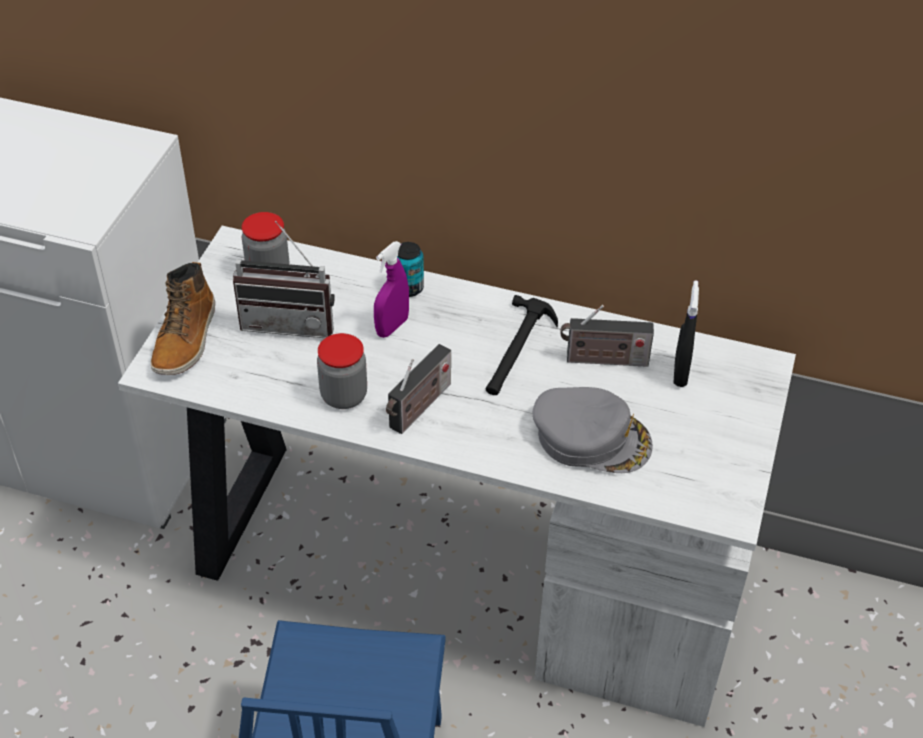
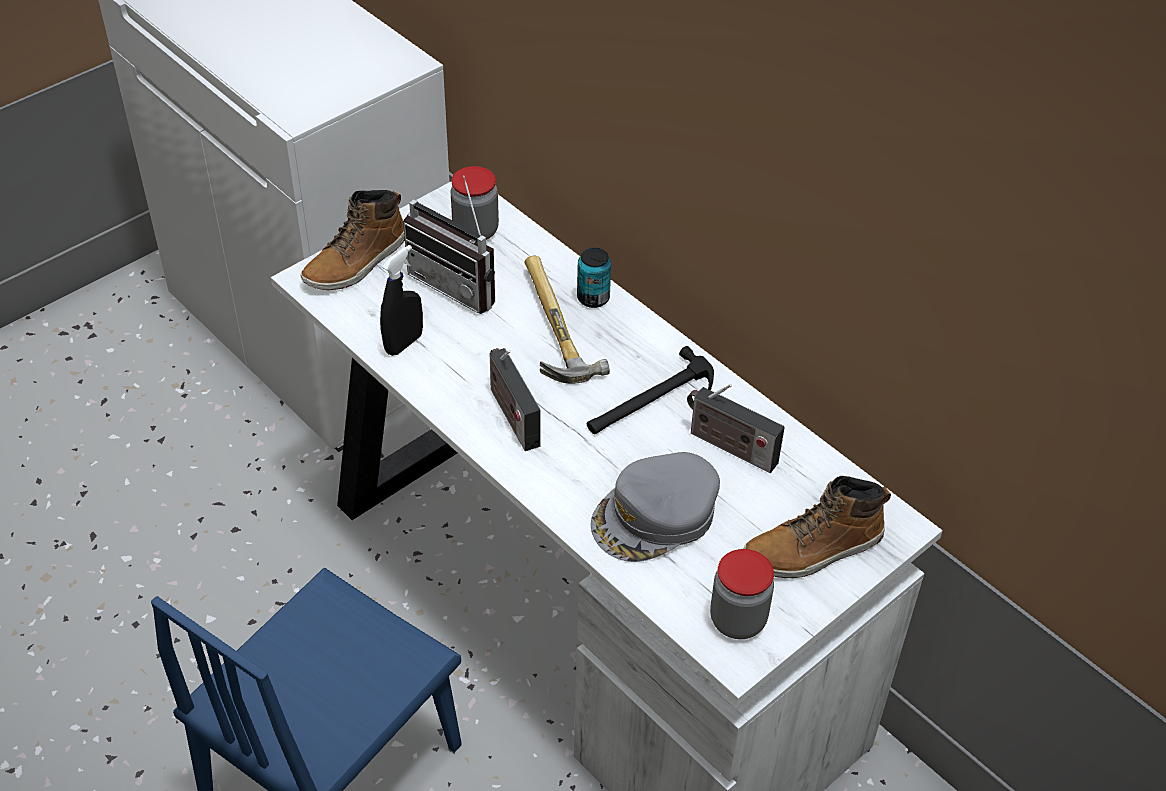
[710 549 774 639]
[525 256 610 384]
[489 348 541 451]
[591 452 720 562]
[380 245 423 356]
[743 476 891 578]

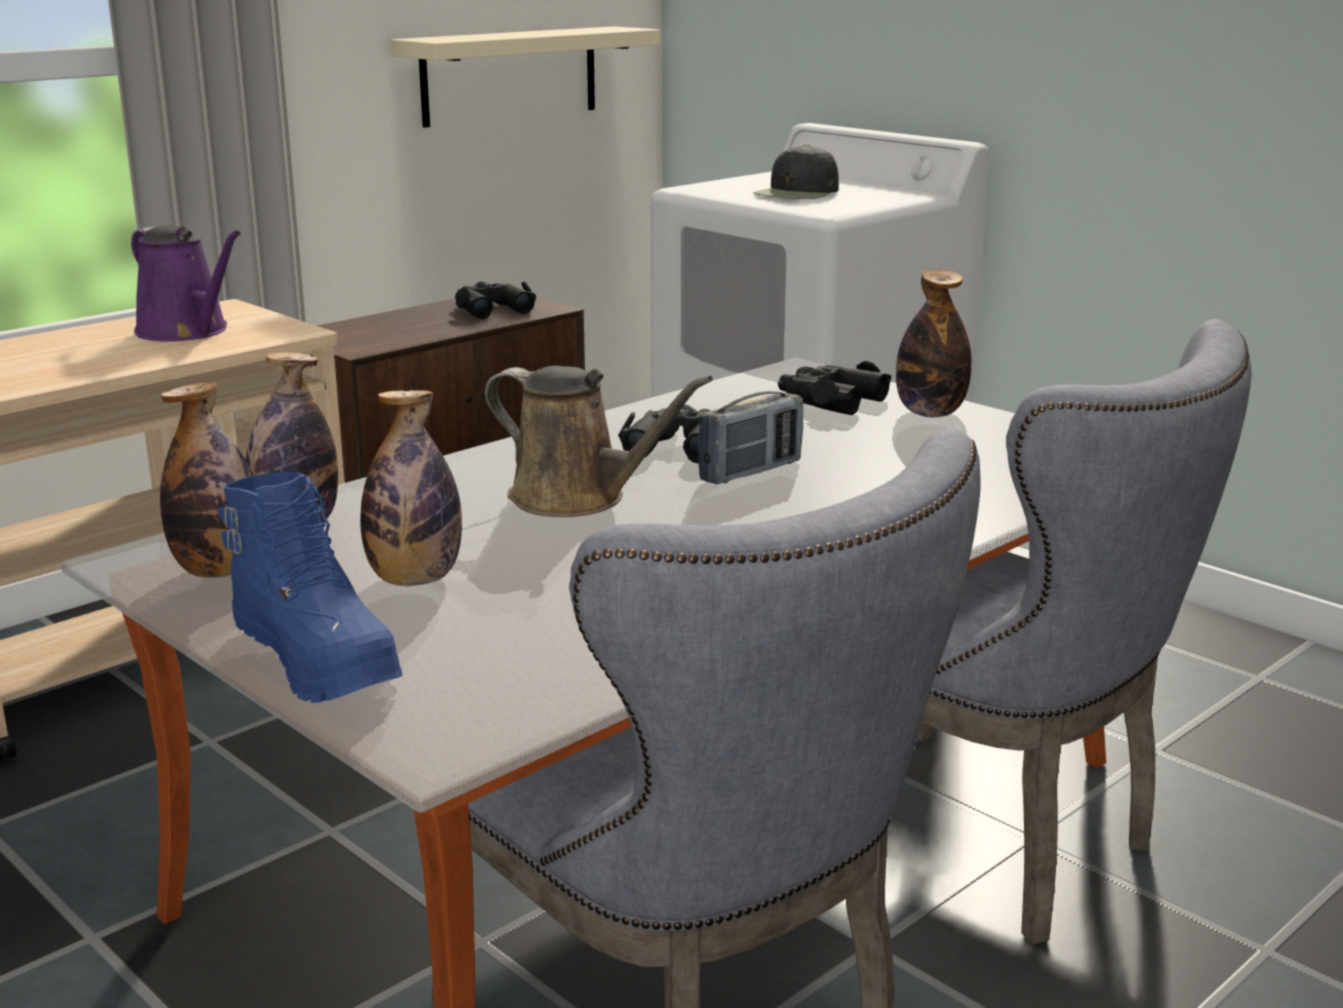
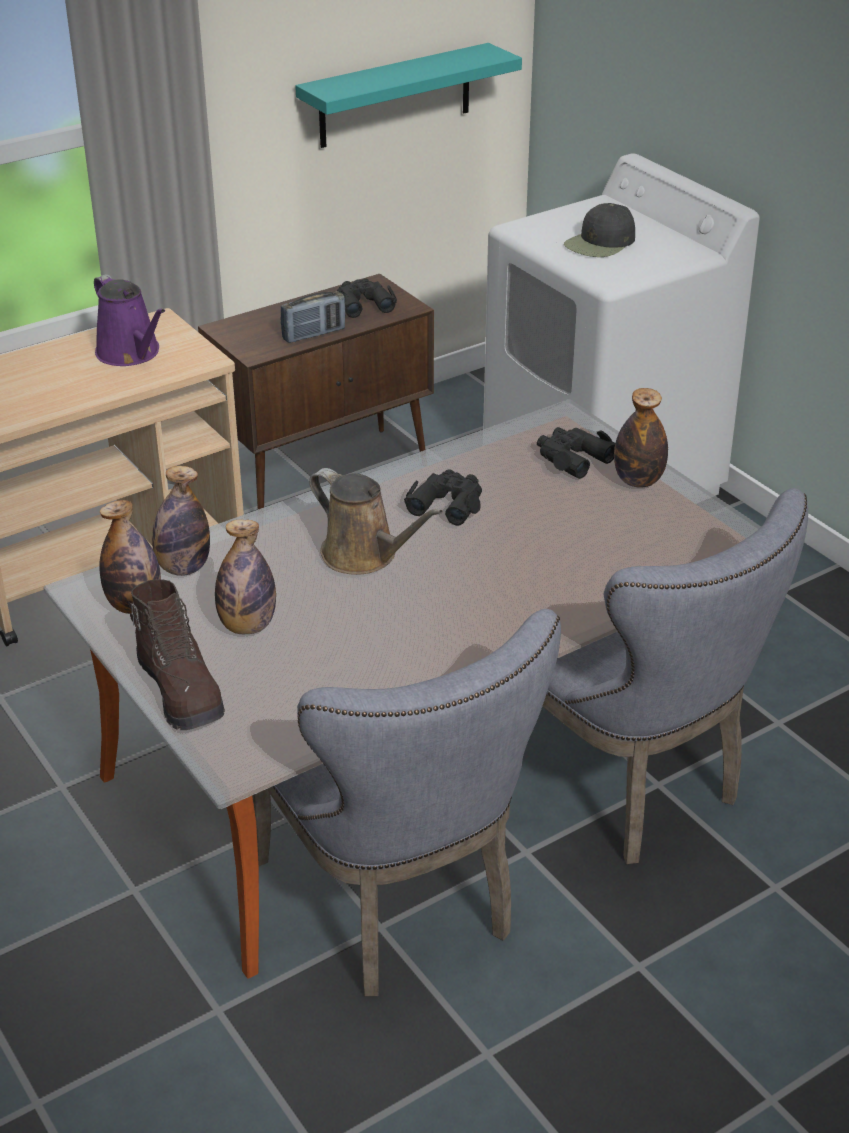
[128 579 225 730]
[295 43 522 148]
[281 291 345 343]

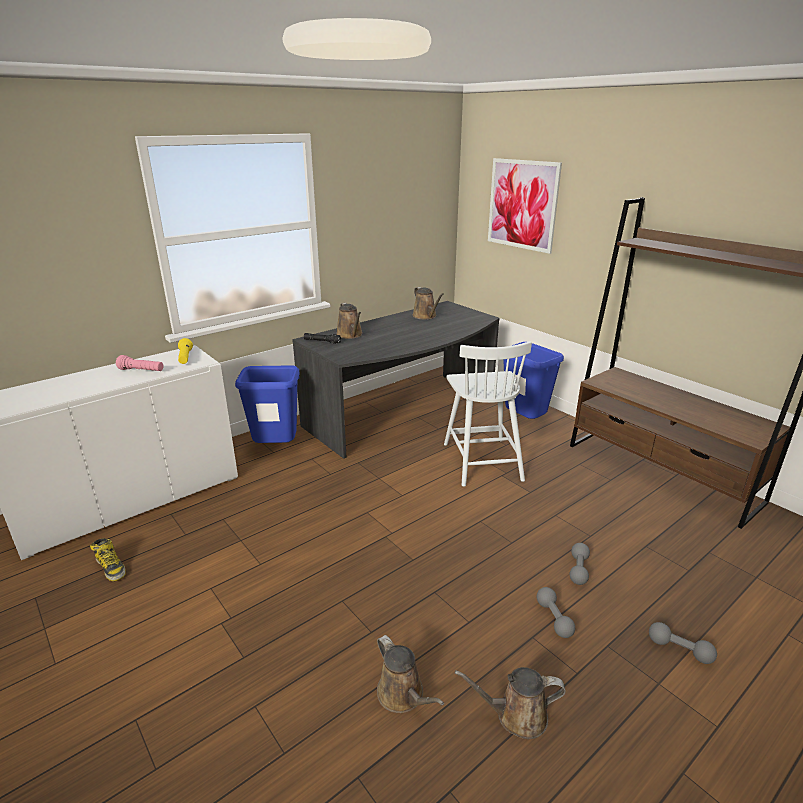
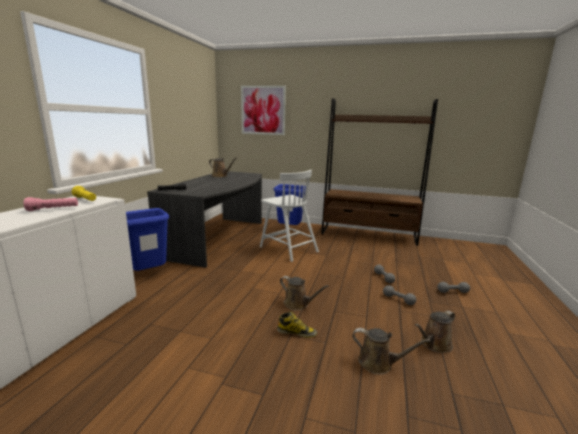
[277 311 317 338]
[280 276 329 310]

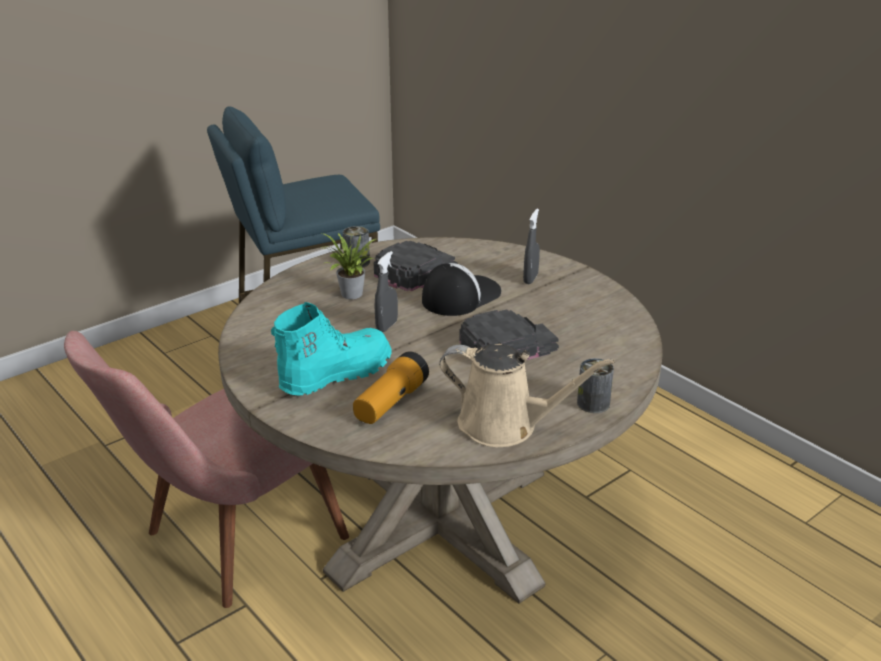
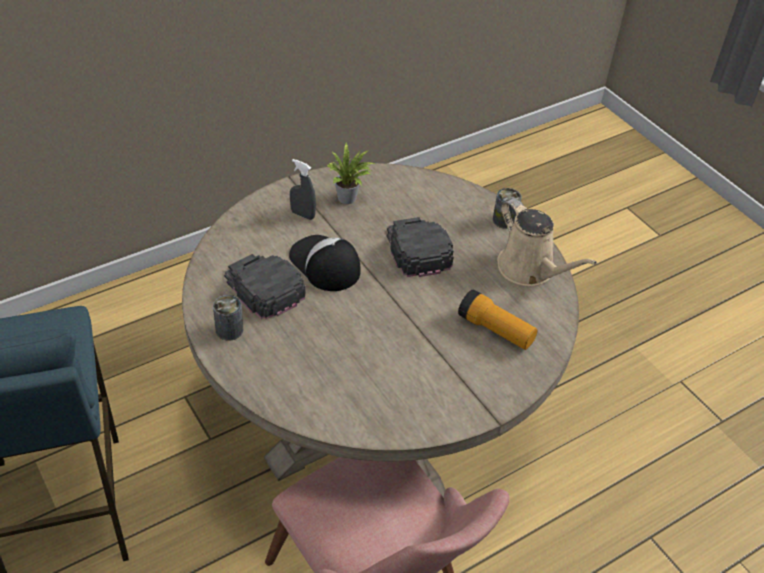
[271 302 391 396] (first image)
[327 143 376 204]
[374 251 398 332] (first image)
[497 198 597 286]

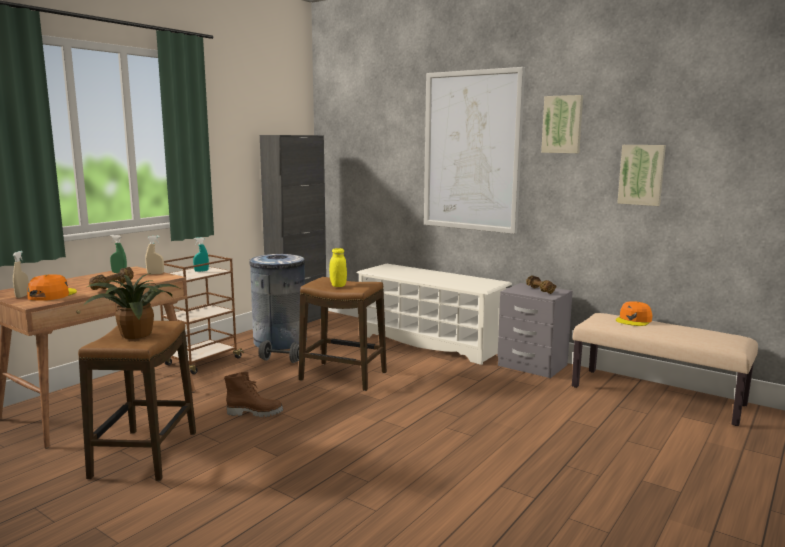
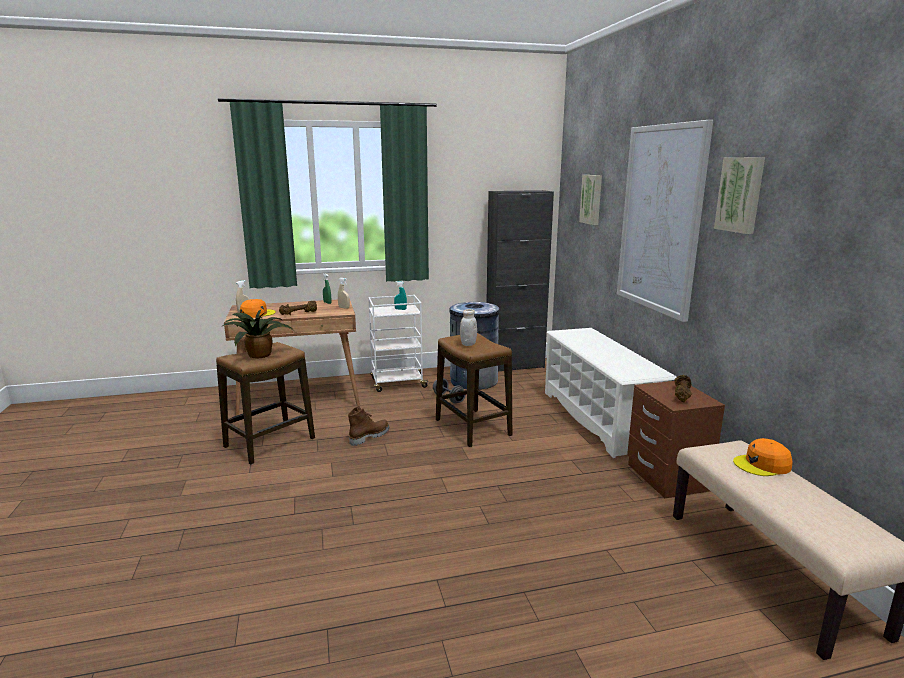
[368 295 430 392]
[348 406 389 446]
[460 309 477 346]
[627 381 725 498]
[579 175 602 225]

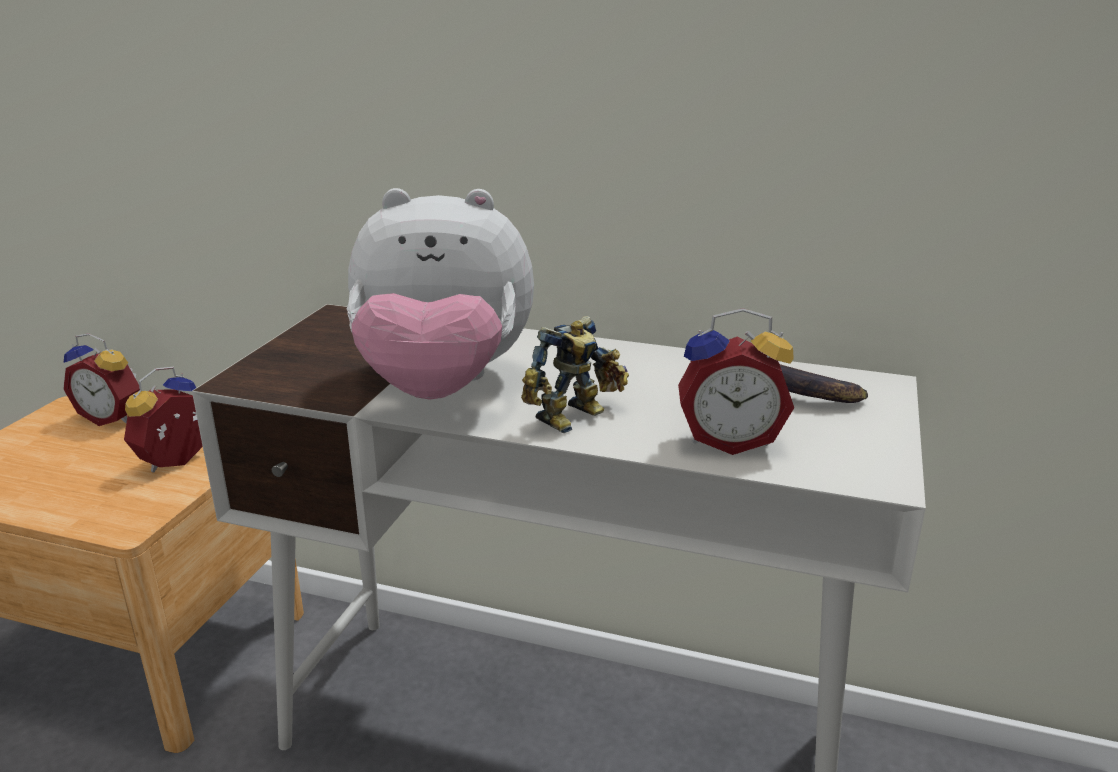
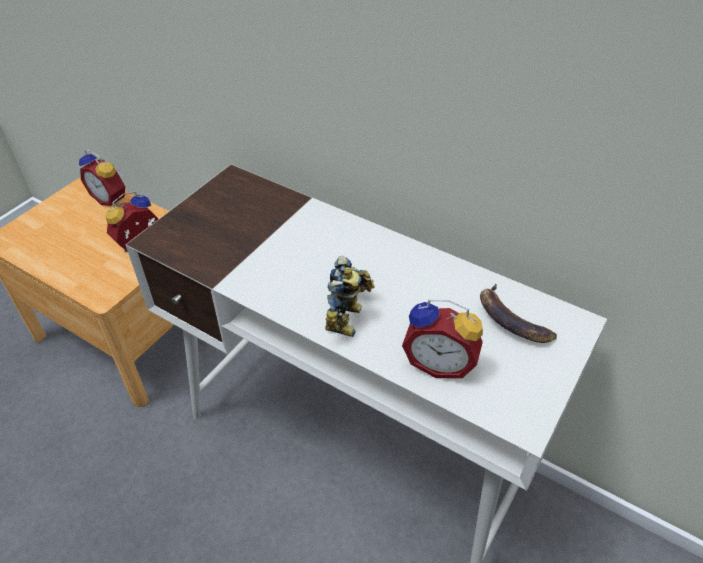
[347 188 534 400] (first image)
[325 256 375 337]

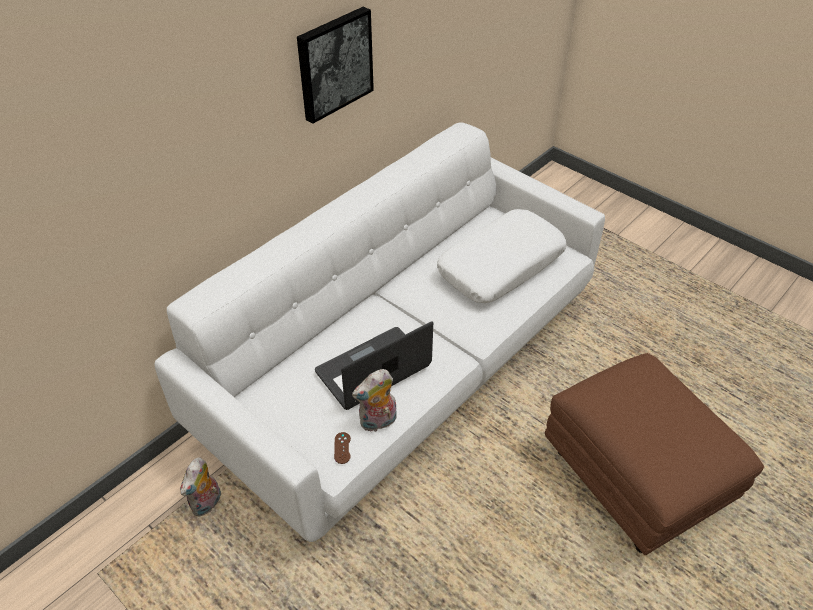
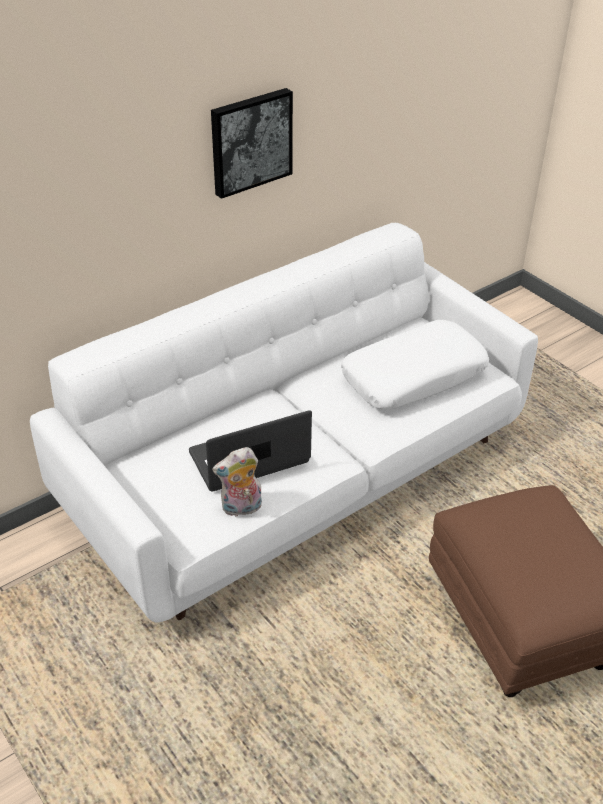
[180 458 221 516] (first image)
[334 432 351 464] (first image)

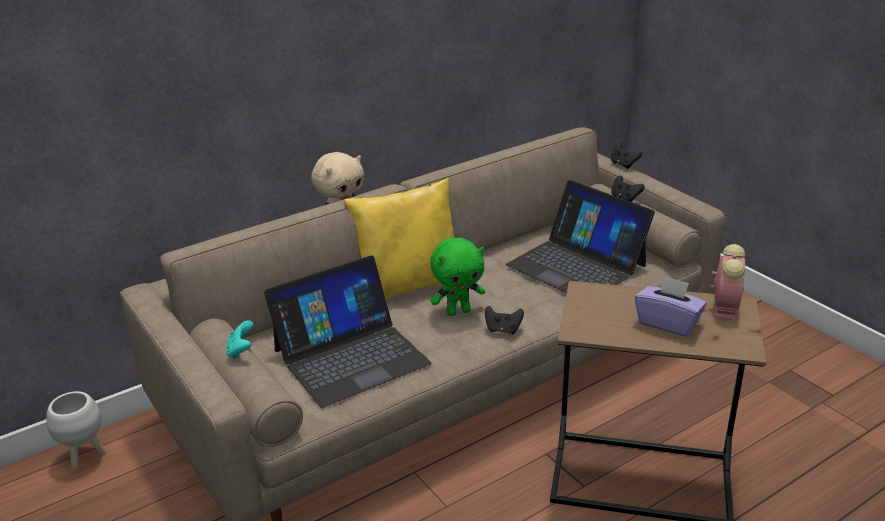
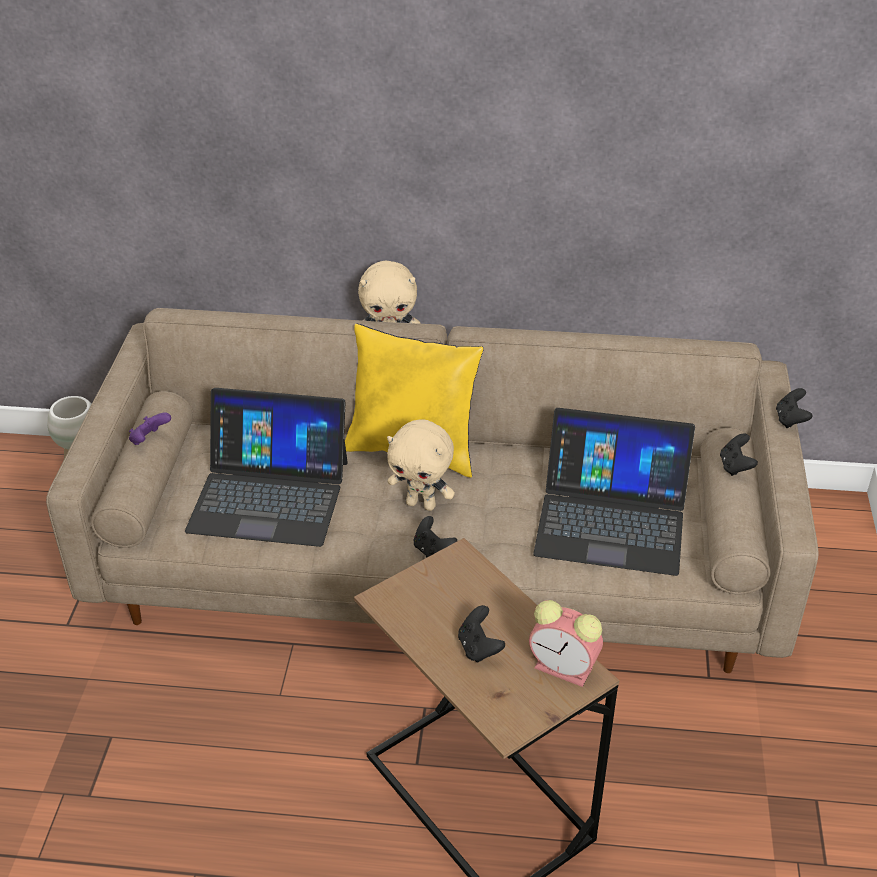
[129 412 171 445]
[387 420 455 511]
[533 408 695 576]
[458 605 505 663]
[529 600 603 687]

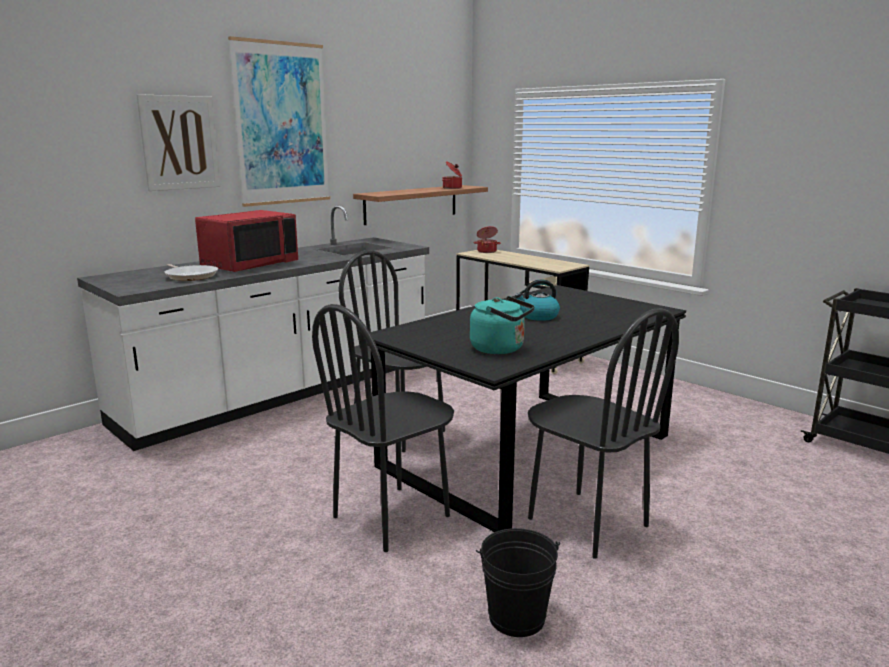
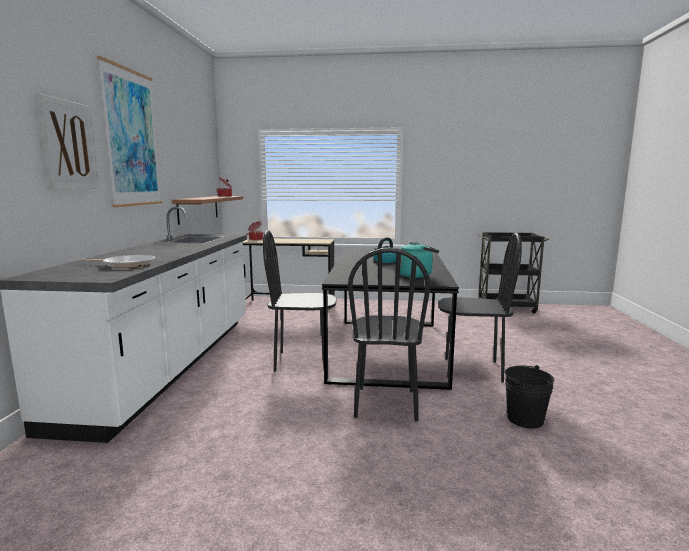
[195 210 298 272] (first image)

